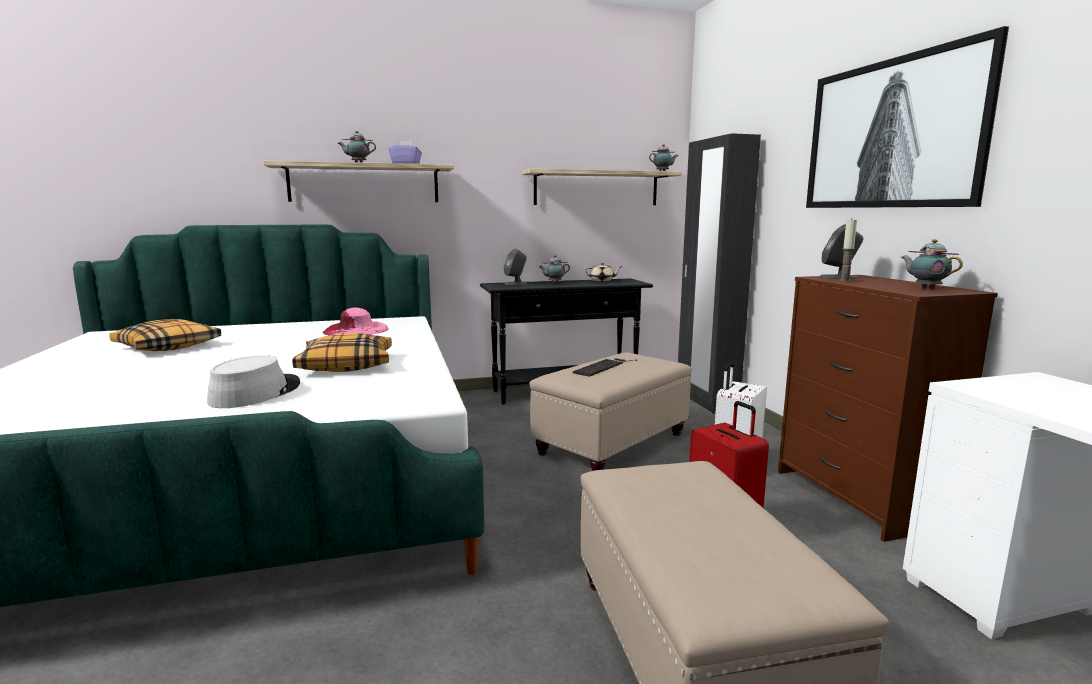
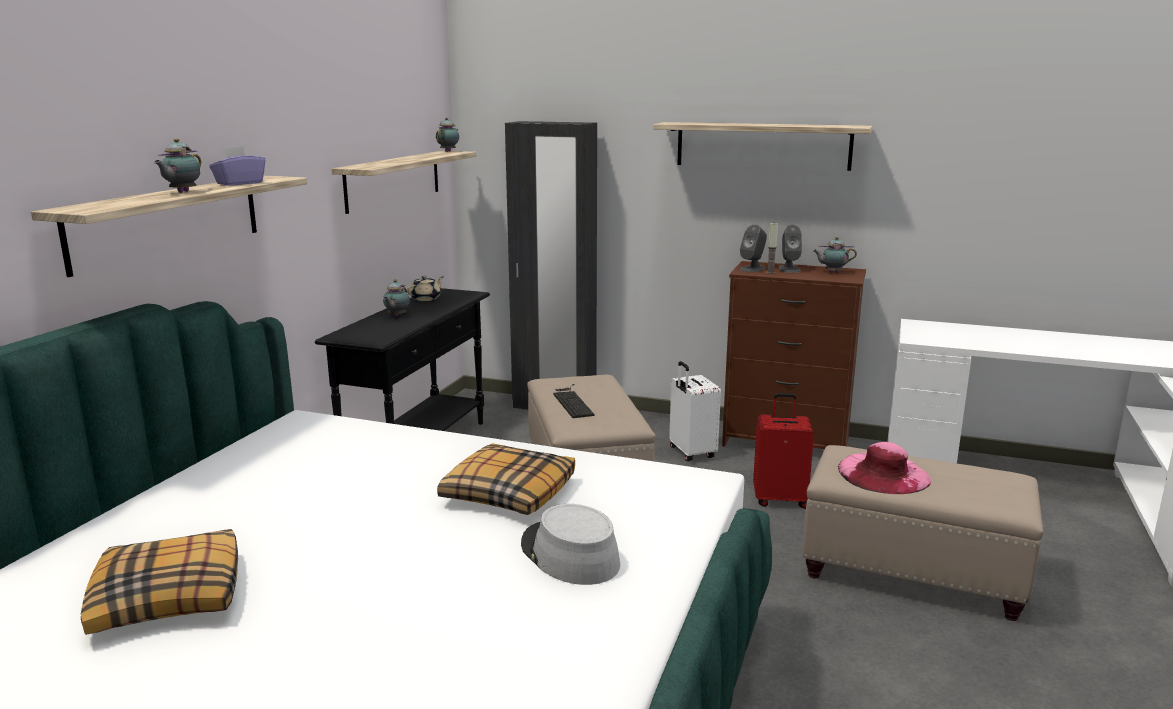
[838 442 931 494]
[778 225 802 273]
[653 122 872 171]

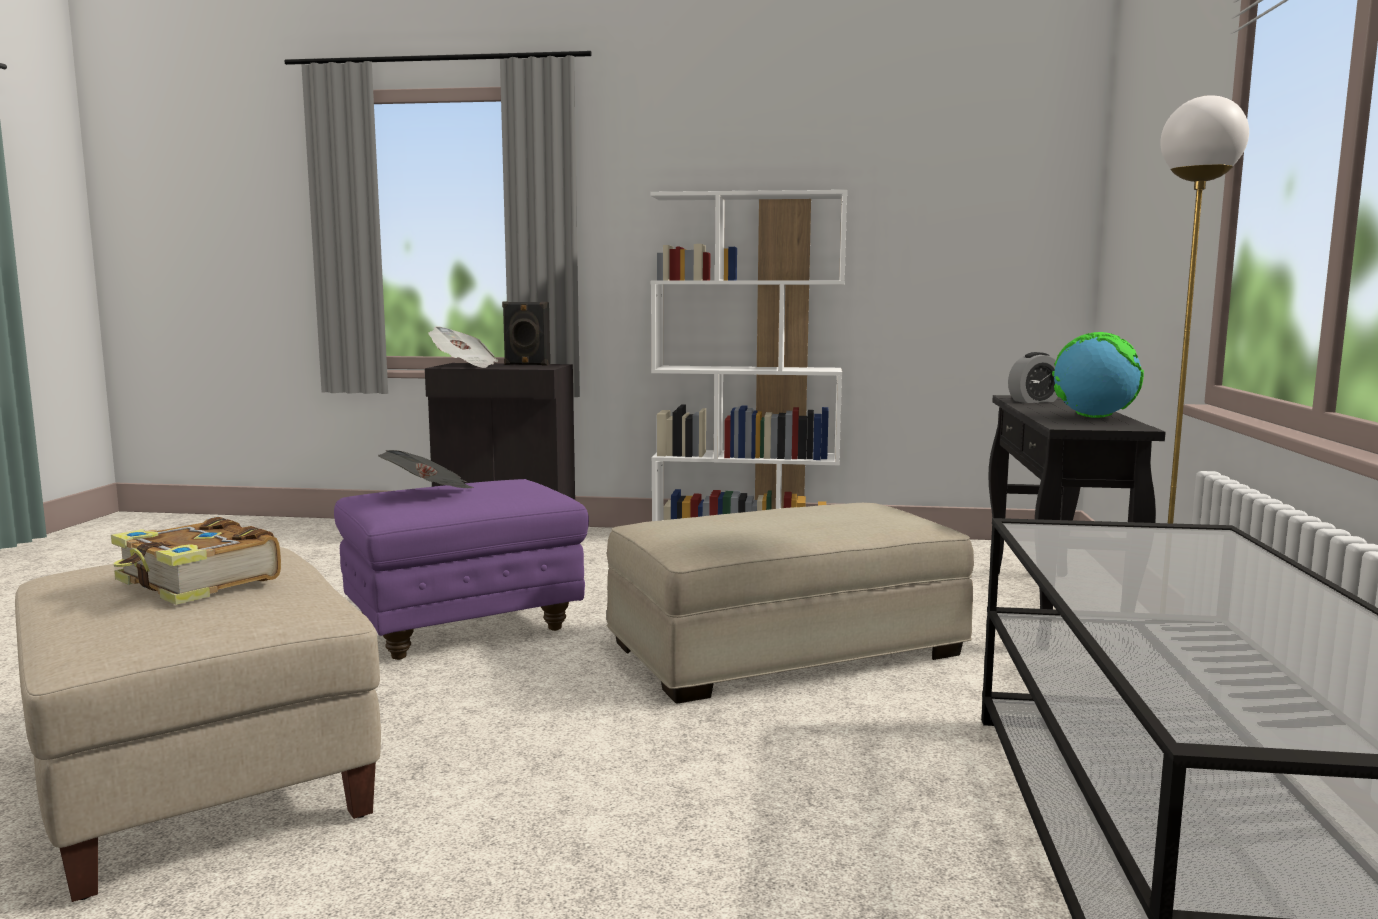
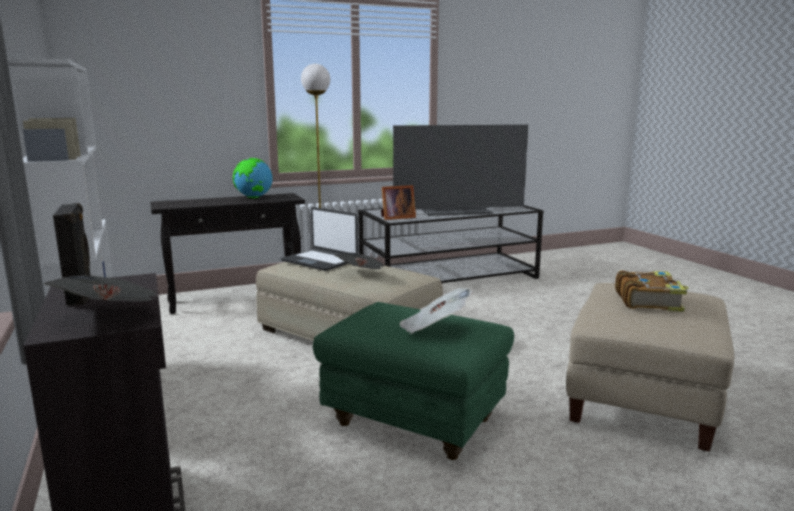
[313 302 514 460]
[1008 352 1058 403] (first image)
[281 207 358 271]
[335 253 384 269]
[381 185 416 220]
[393 125 528 216]

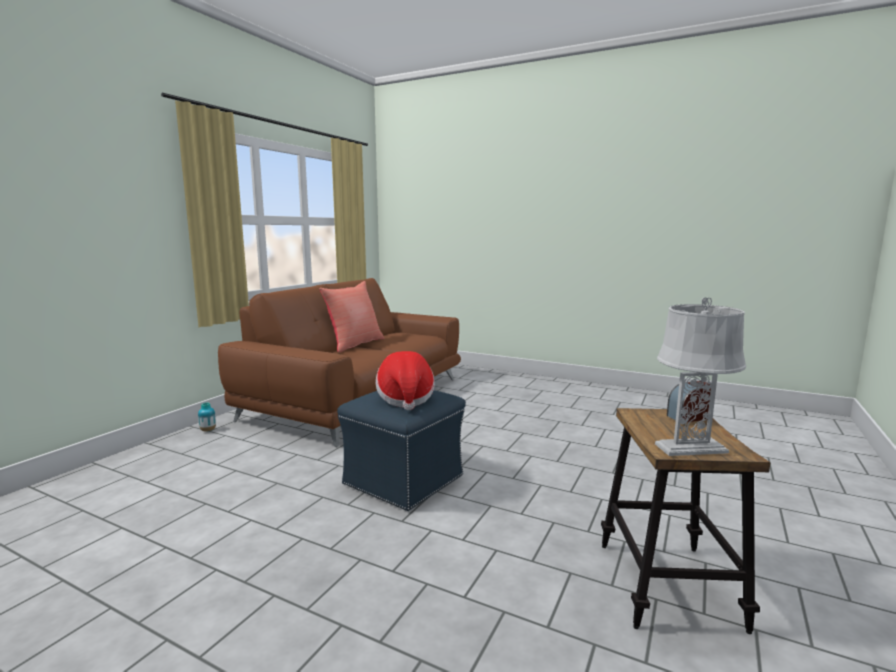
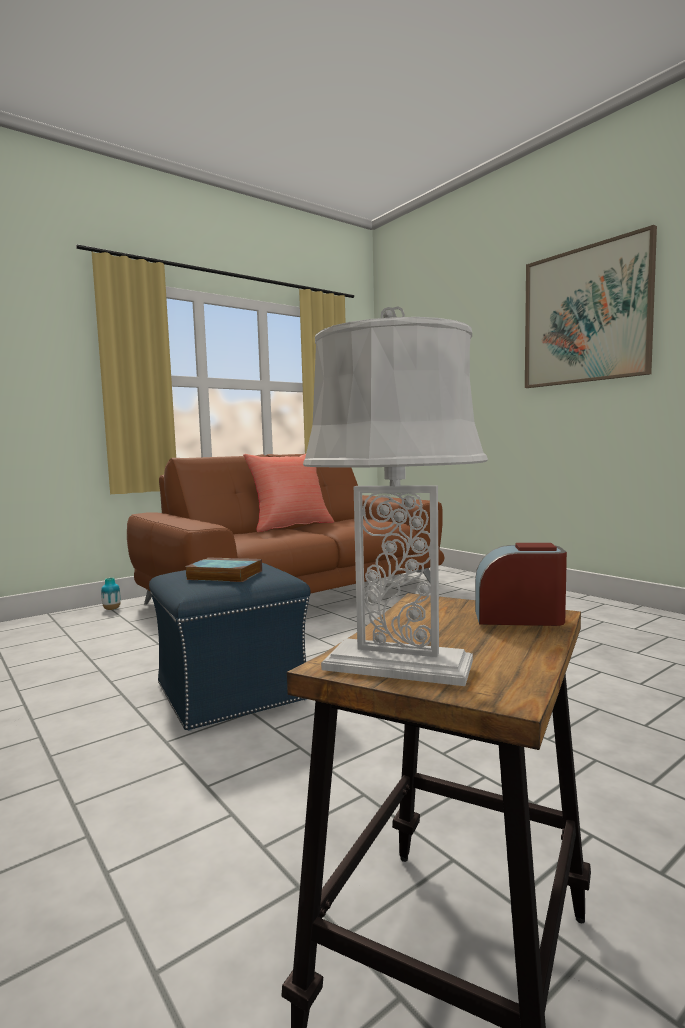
[185 558 262 582]
[525 225 657 388]

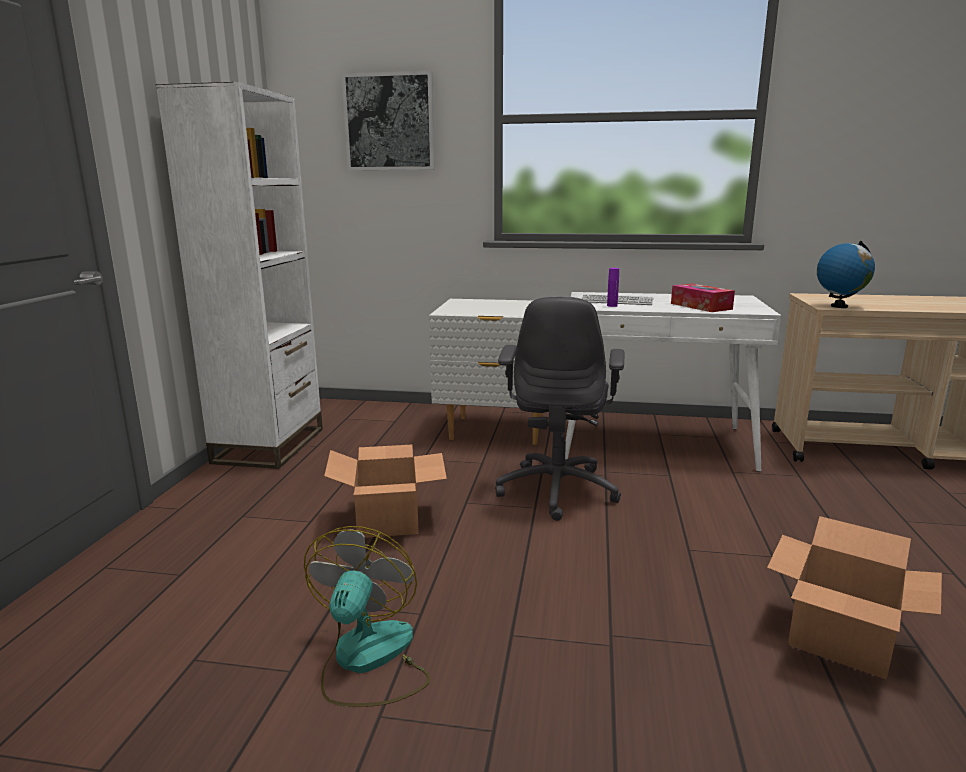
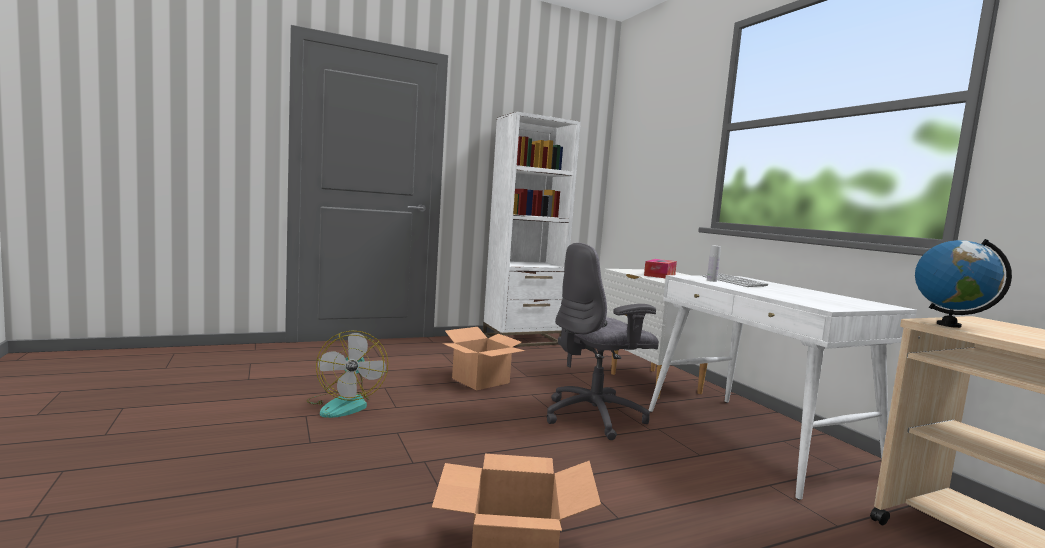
[306 331 388 418]
[341 71 435 170] (first image)
[707 245 721 282]
[644 259 677 278]

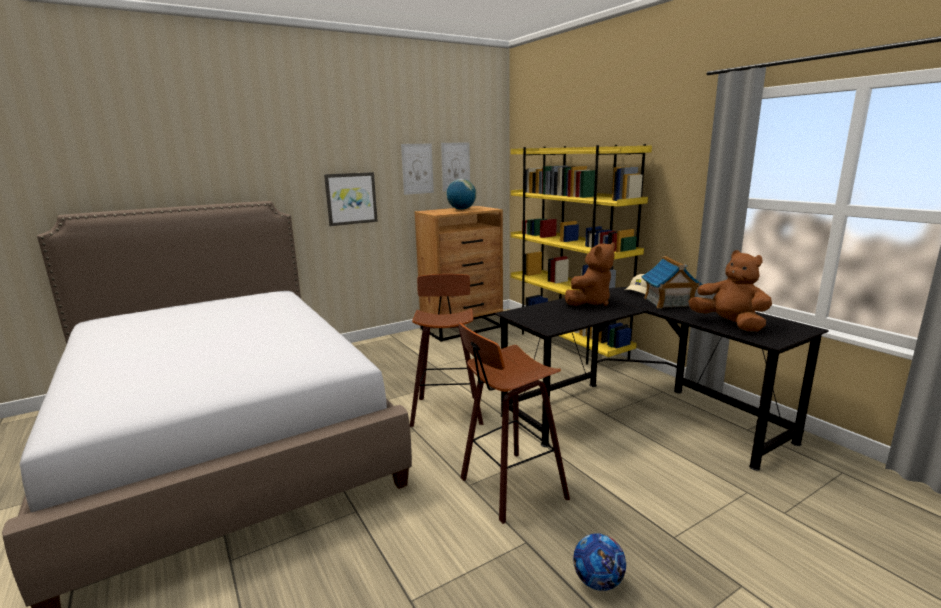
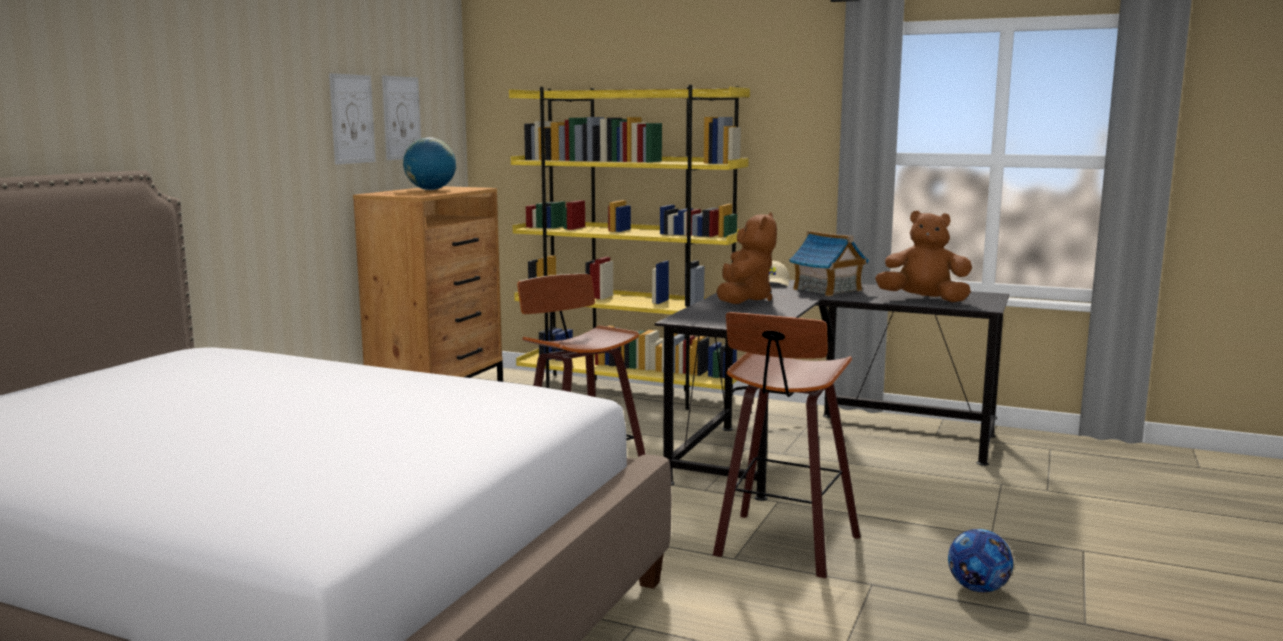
[324 172 378 226] (first image)

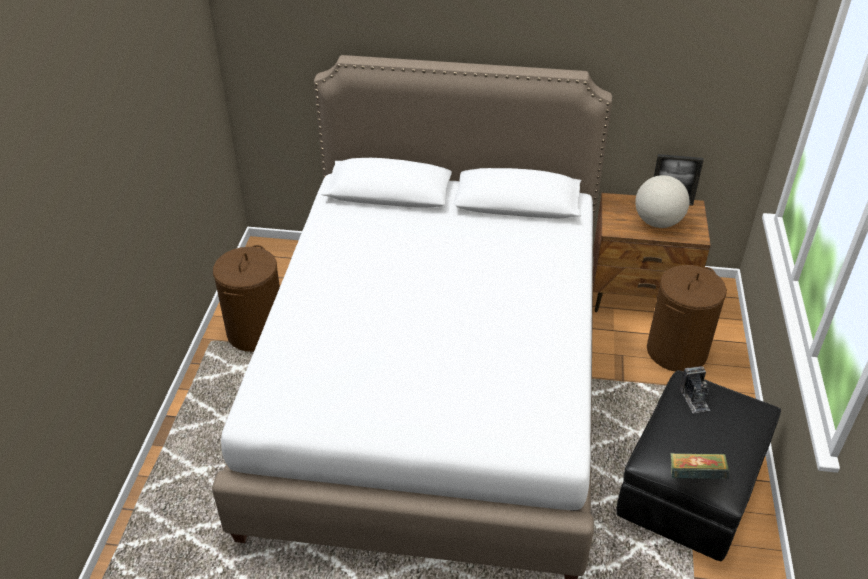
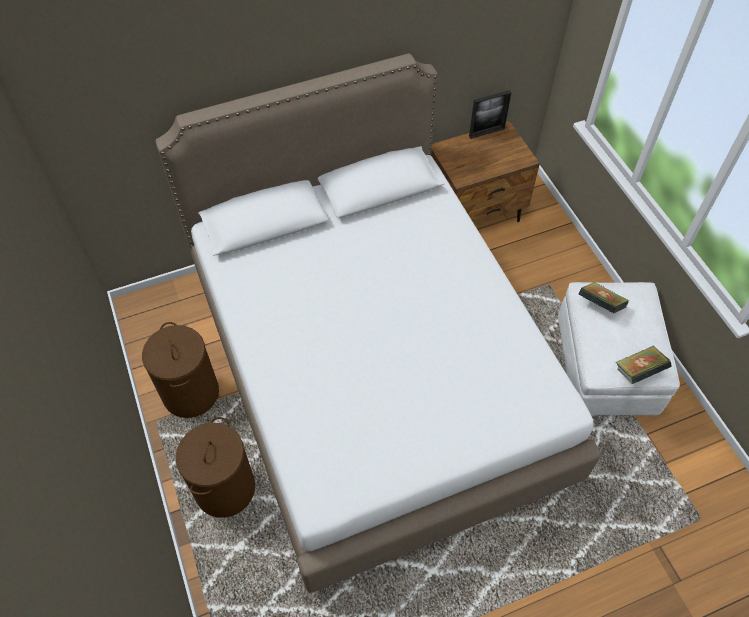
[558 282 680 415]
[635 175 690 228] (first image)
[176 417 255 518]
[578 282 629 314]

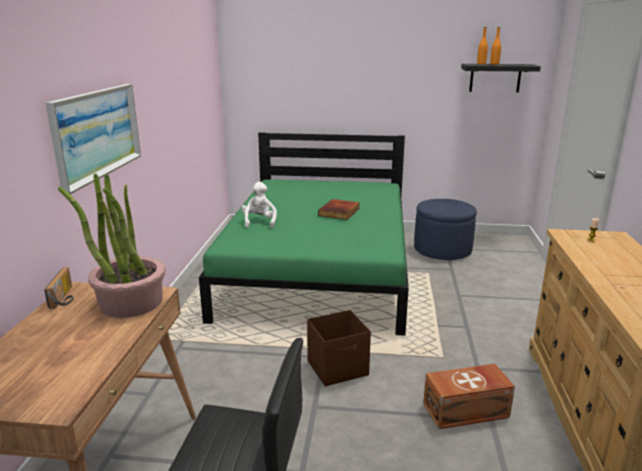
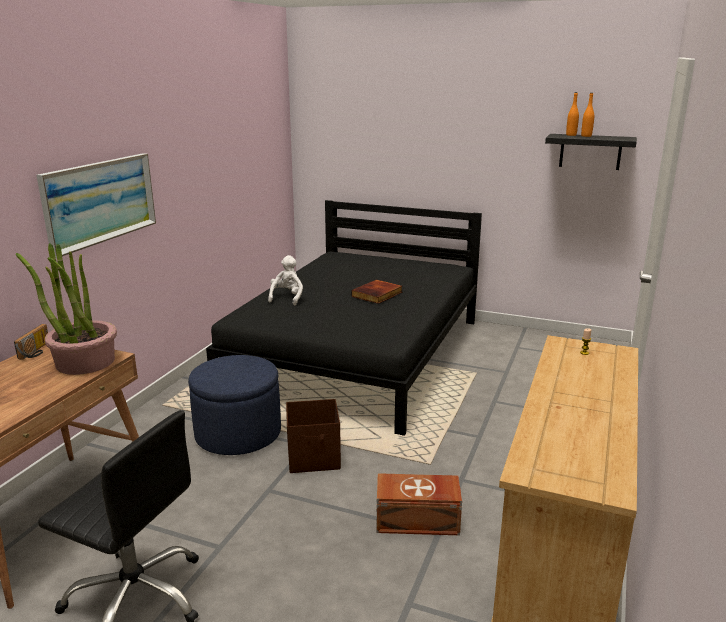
[206 200 482 436]
[188 355 281 455]

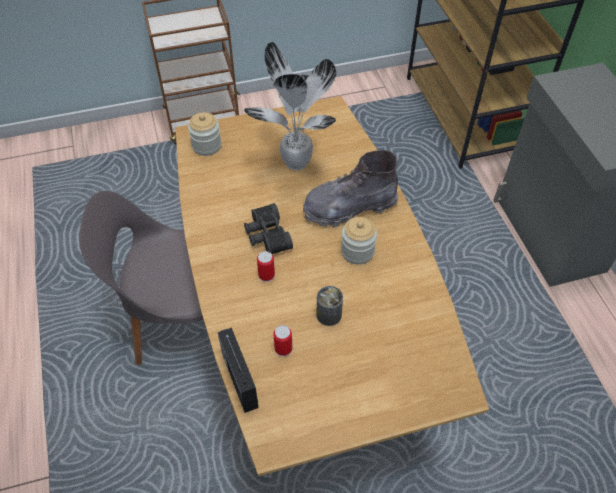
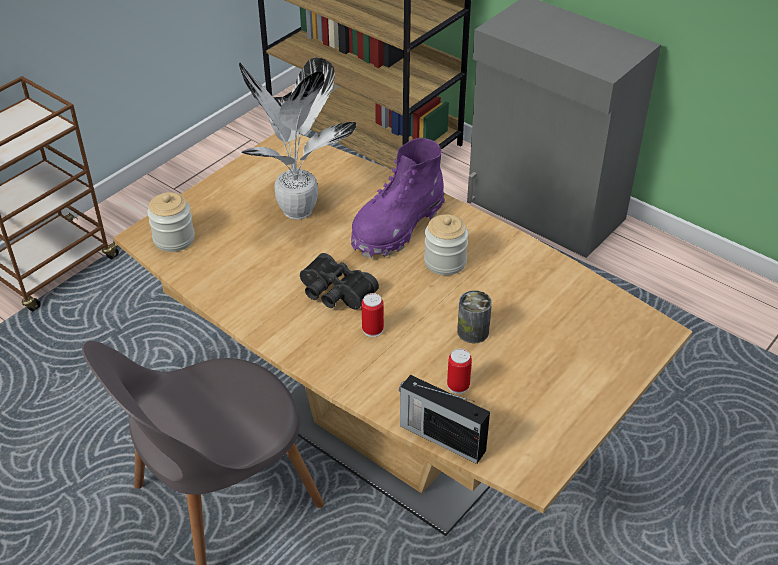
[351 138 445 258]

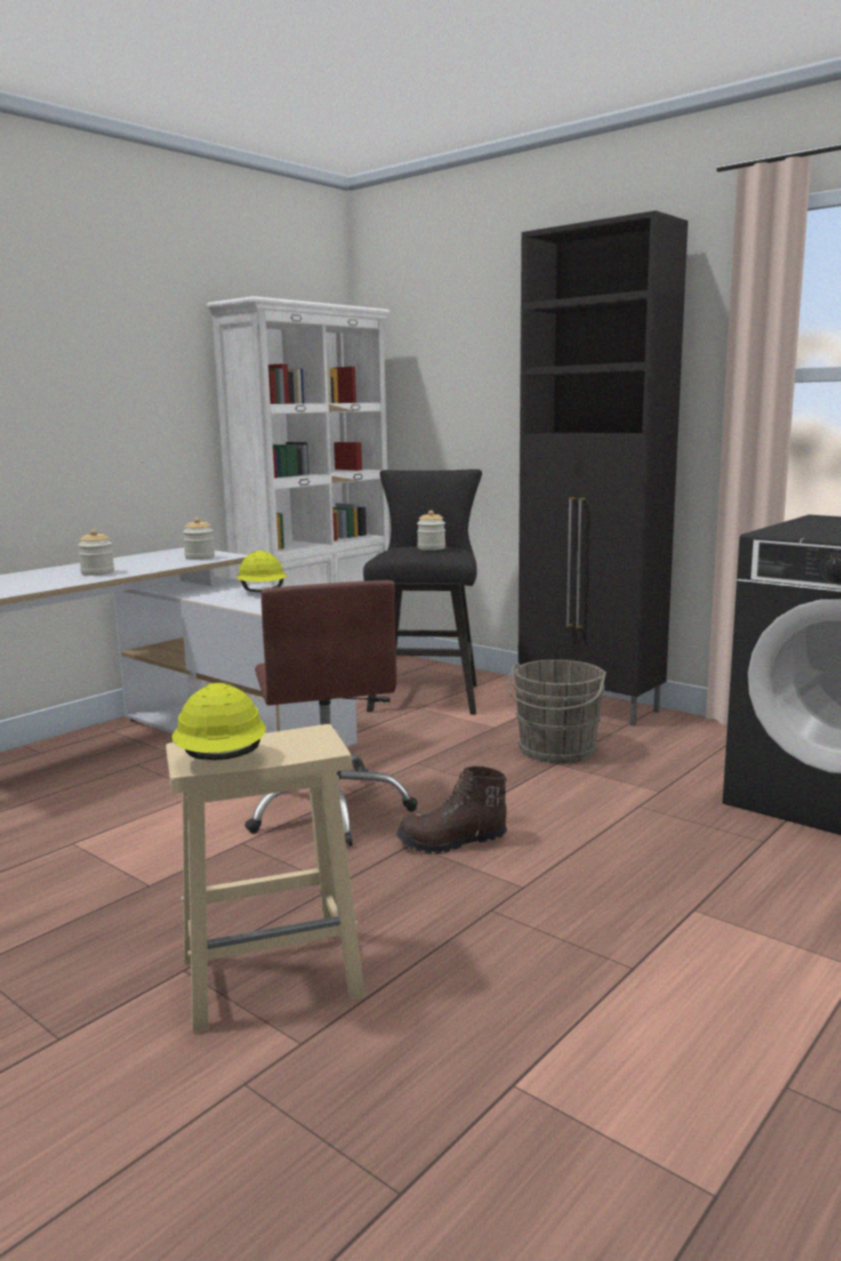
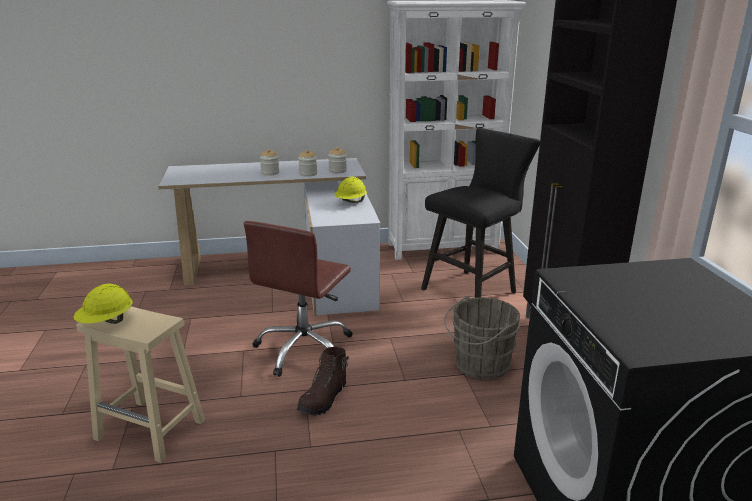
[297 347 349 416]
[298 150 317 177]

